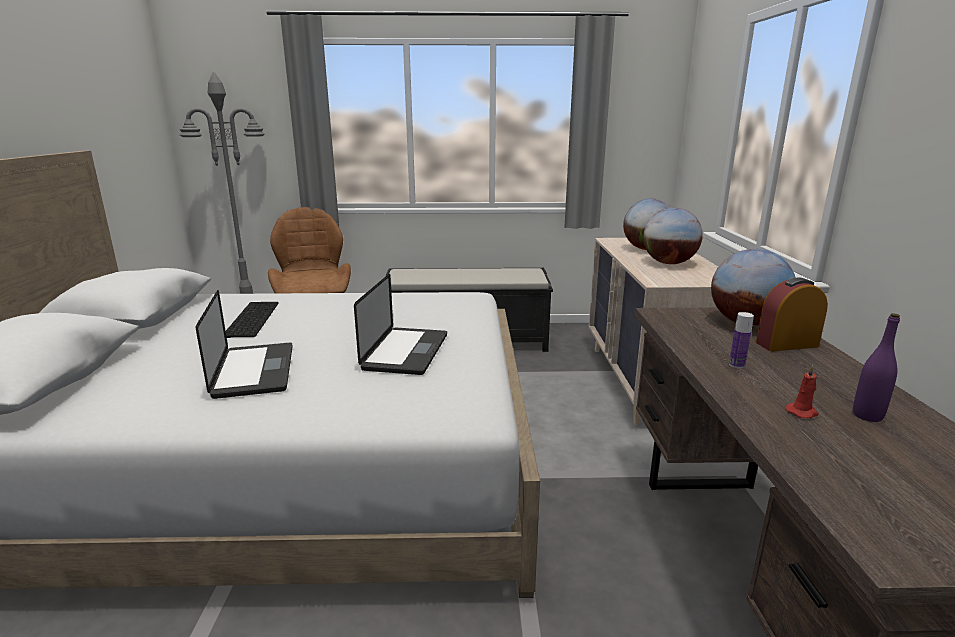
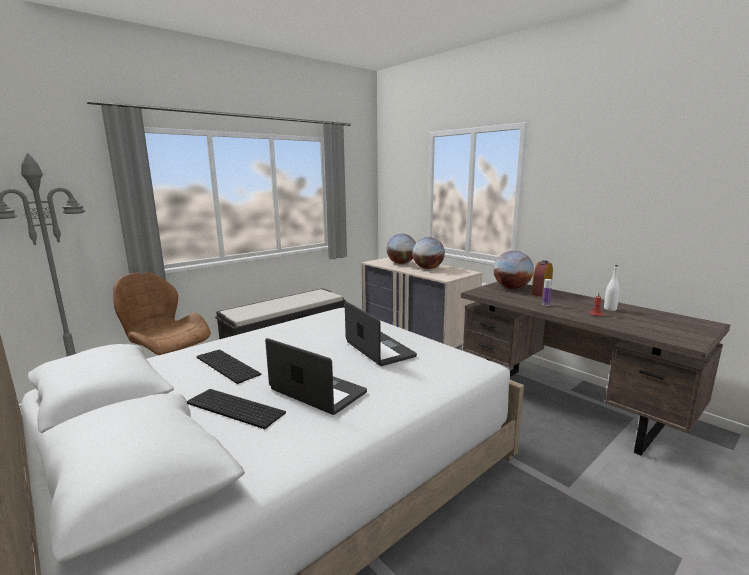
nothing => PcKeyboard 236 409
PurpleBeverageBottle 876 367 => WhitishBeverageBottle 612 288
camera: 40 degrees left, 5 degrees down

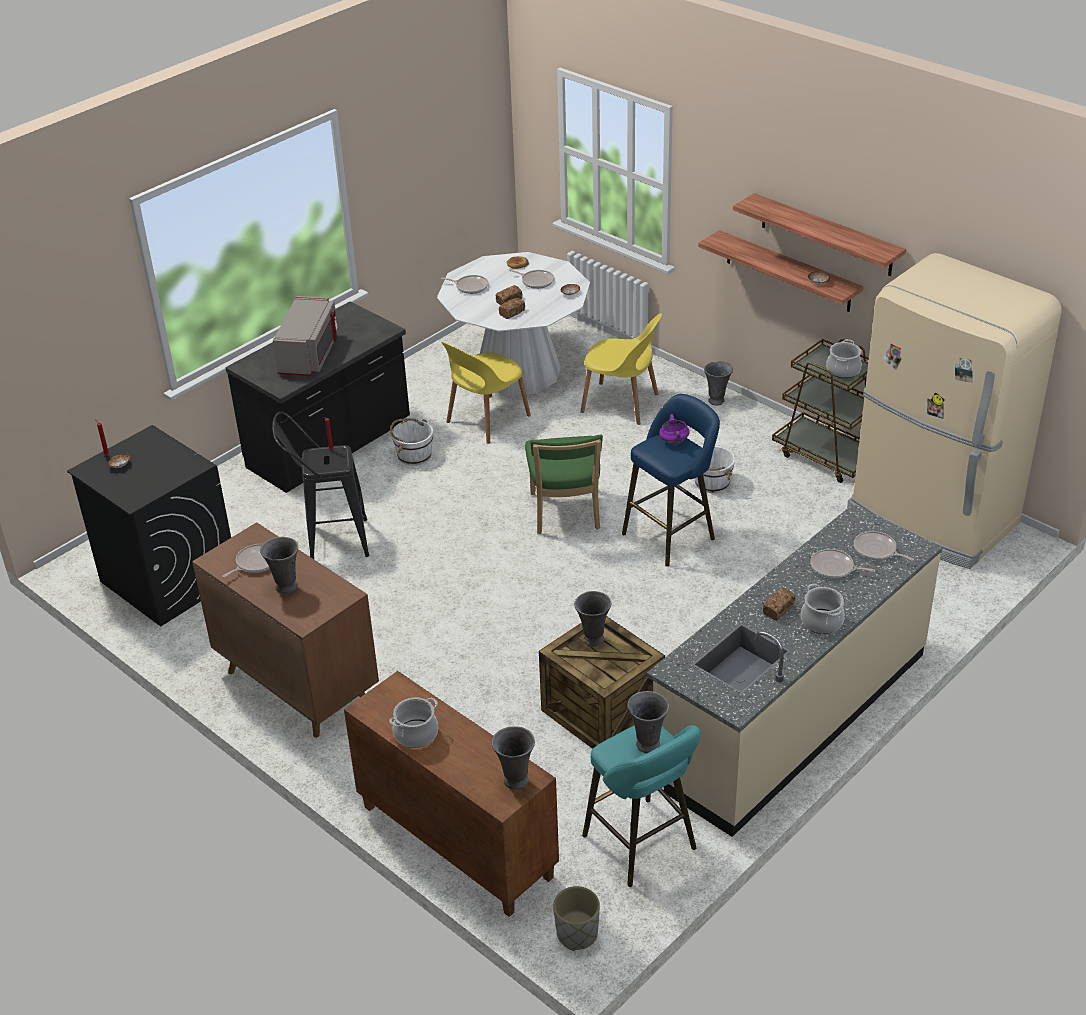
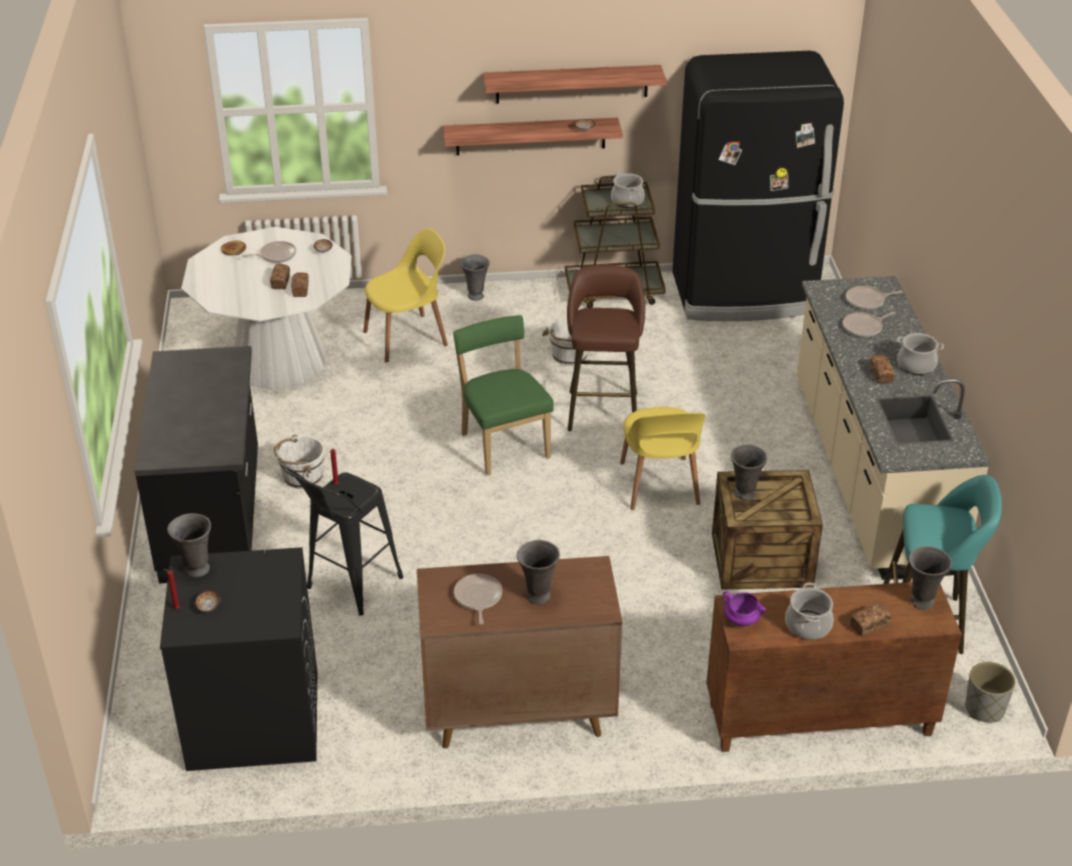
GrayFlowerVase 648 722 => GrayFlowerVase 189 545, move
GreenishChair 564 484 => GreenishChair 503 395, 150 degrees counterclockwise
BluishStool 671 480 => BrownishStool 606 348
YellowColouredChair 486 392 => YellowColouredChair 662 458, move
BeigeRefrigerator 954 411 => BlackishRefrigerator 758 186
PurpleCookingPot 674 429 => PurpleCookingPot 744 608, move
nothing => Bread 870 620
GrayKitchenMicrowave 305 336 => nothing
FryingPan 464 284 => nothing
camera: 50 degrees left, 0 degrees up

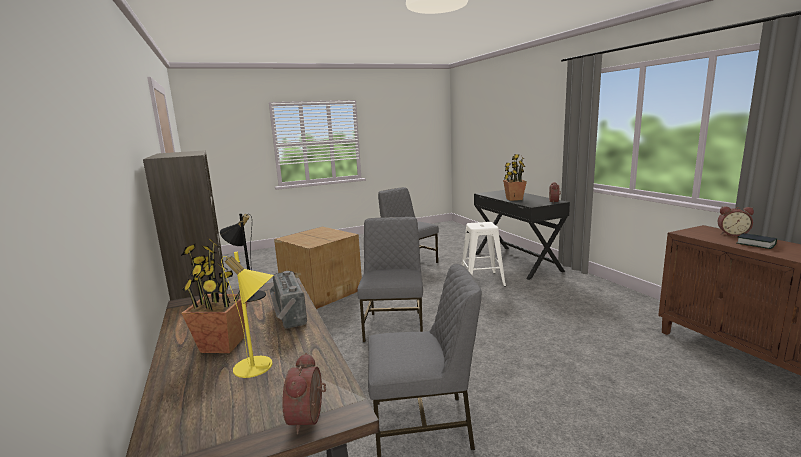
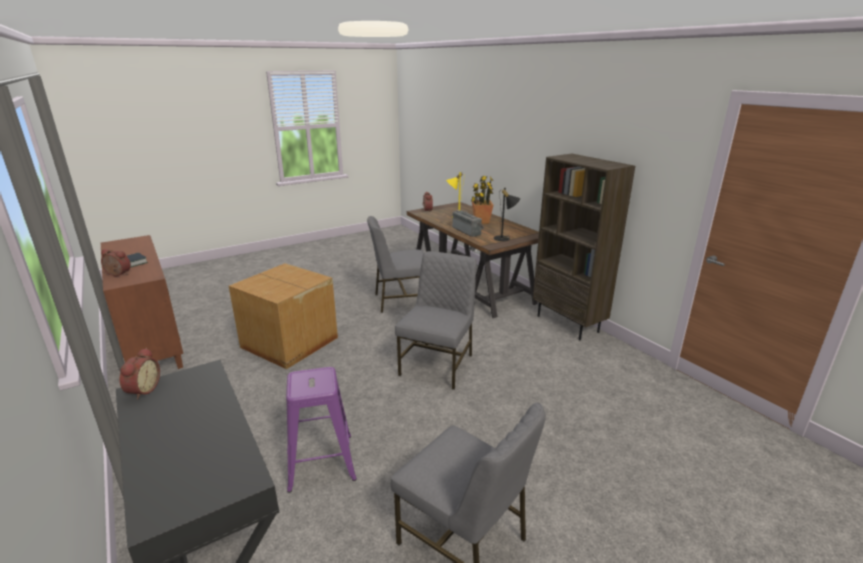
Carton 318 268 => Carton 283 316, move
WhitishStool 484 254 => PurpleStool 321 430
GrayChair 390 280 => GrayChair 436 320, 150 degrees counterclockwise
PottedPlant 515 177 => nothing
camera: 170 degrees right, 10 degrees up

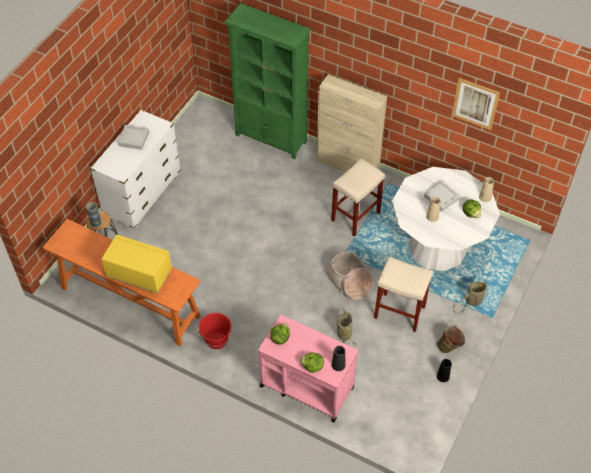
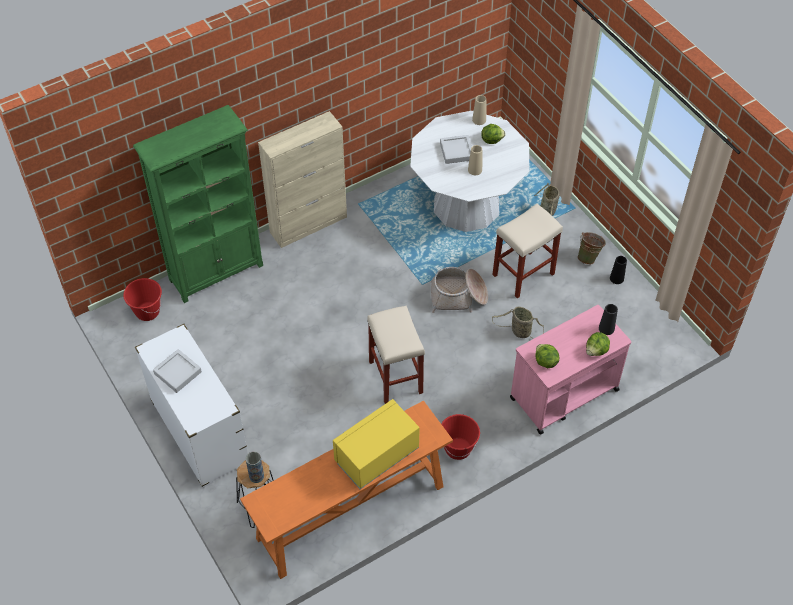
nothing => RedColouredWaterBucket 142 299
BeigeStool 358 197 => BeigeStool 396 355, move
WallPicture 476 104 => nothing
camera: 60 degrees left, 0 degrees up

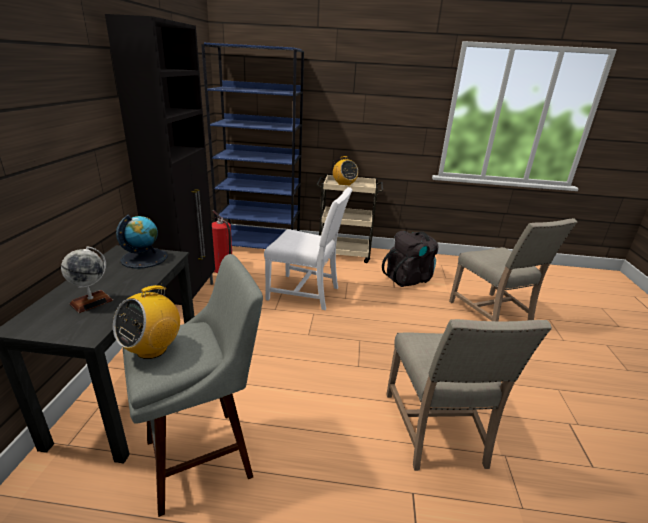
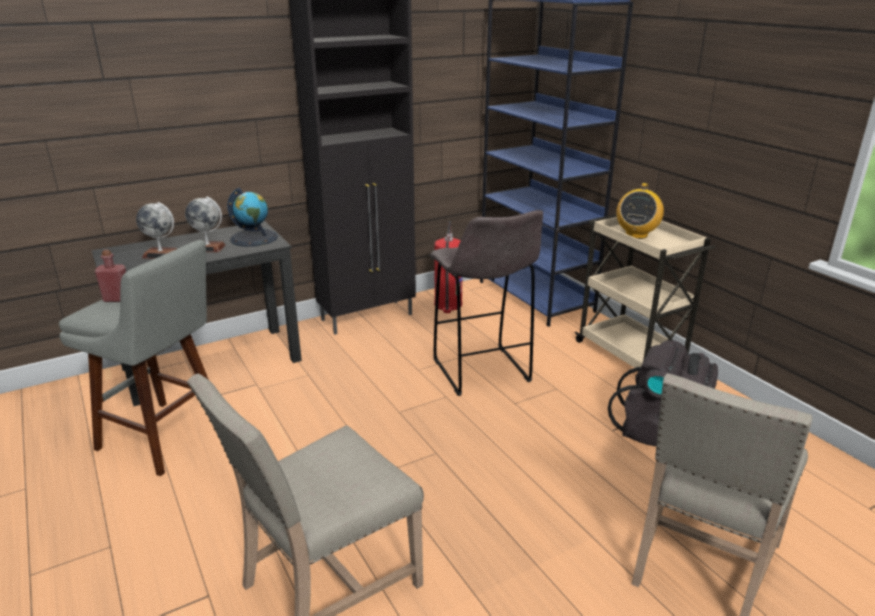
RadioSet 146 322 => RedColouredBeverageBottle 110 276
nothing => DeskGlobe 205 224
WhitishChair 308 248 => GrayStool 486 303
camera: 55 degrees right, 0 degrees up

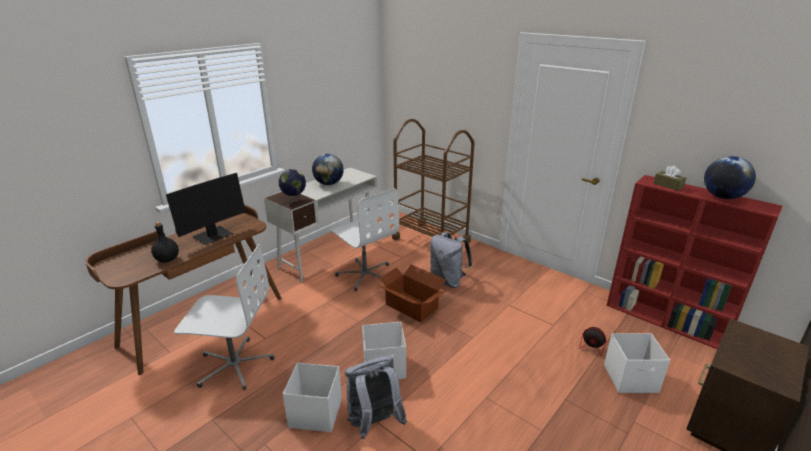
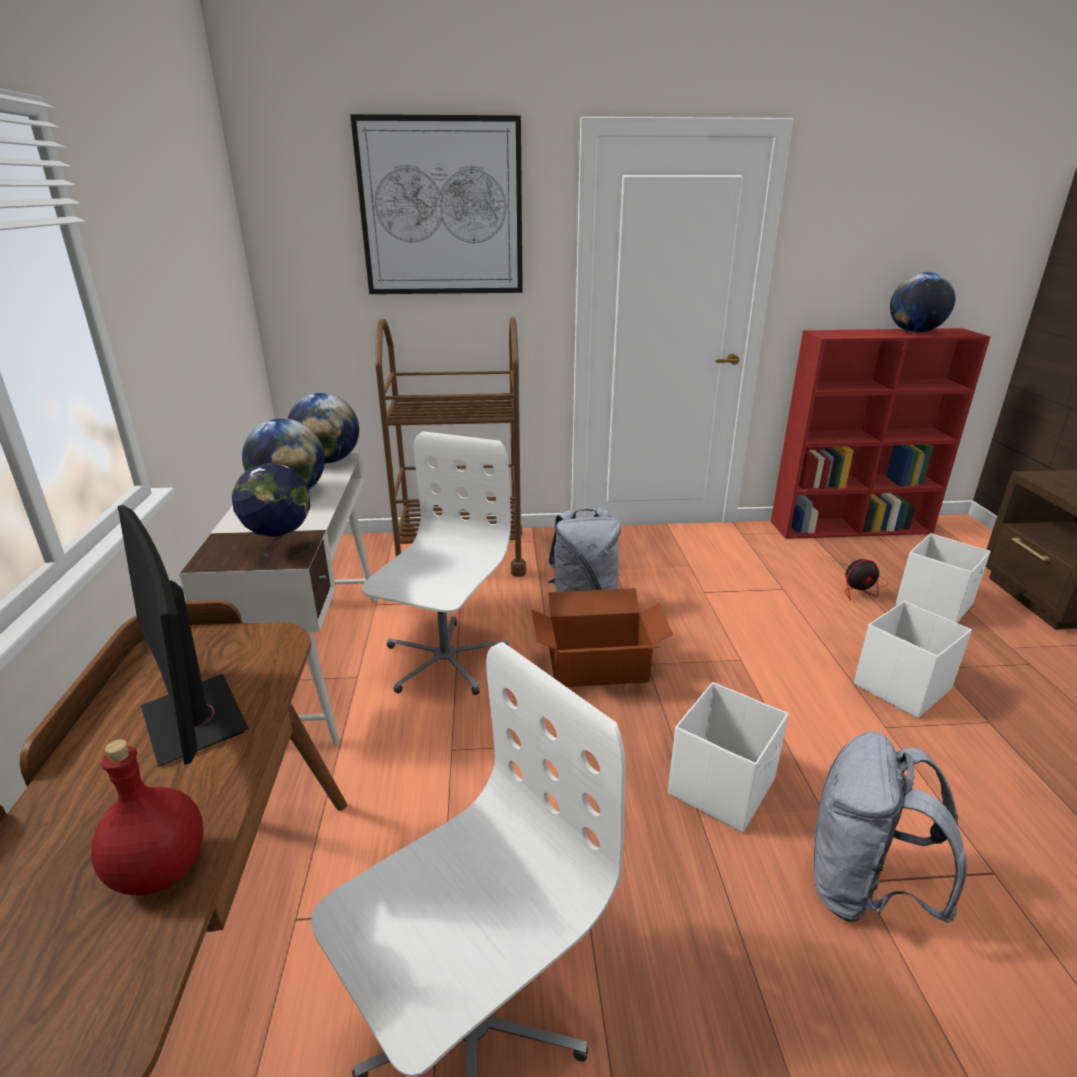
BlackishBeverageBottle 165 242 => RedColouredBeverageBottle 147 817
ComputerDisplay 206 209 => ComputerDisplay 183 636, 150 degrees clockwise
nothing => DeskGlobe 323 428
nothing => WallPicture 436 204
WhitishComputerChair 364 239 => WhitishComputerChair 436 563, 75 degrees counterclockwise
WhitishStorageBin 312 397 => WhitishStorageBin 913 659, move
BrownishTissueBox 669 178 => nothing
camera: 45 degrees left, 0 degrees up

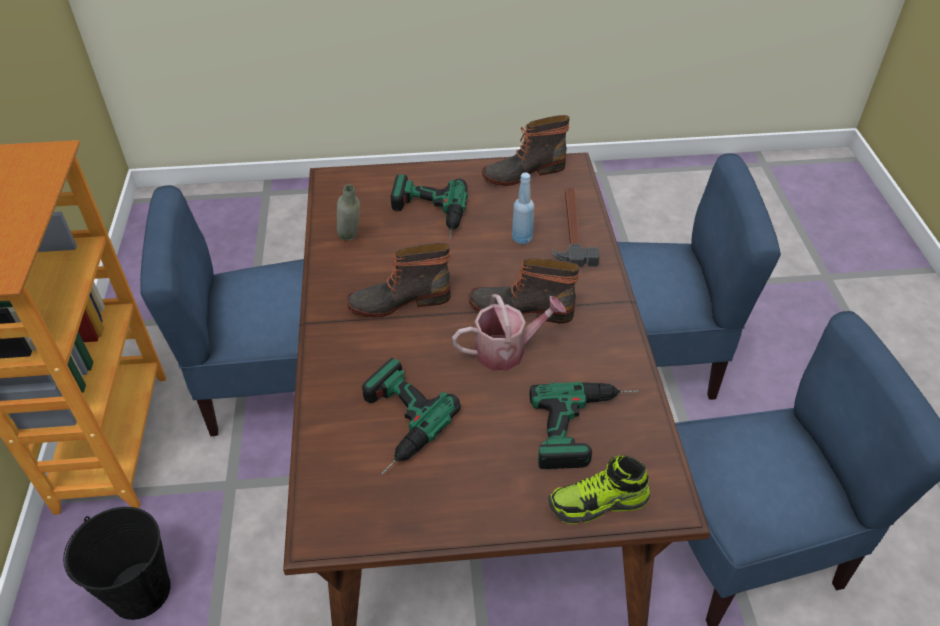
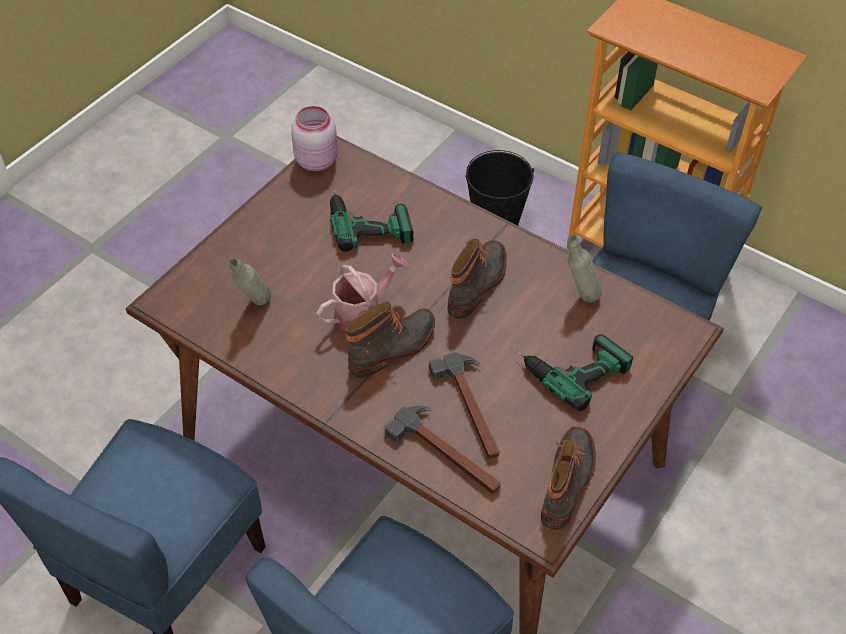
Drill 584 425 => GrayBeverageBottle 250 281
nothing => PinkPreserveJar 314 138
WateringCan 509 332 => WateringCan 362 291, 150 degrees counterclockwise
BluishBeverageBottle 523 208 => HandHammer 464 405
LowShoe 599 489 => nothing
camera: 130 degrees right, 5 degrees up

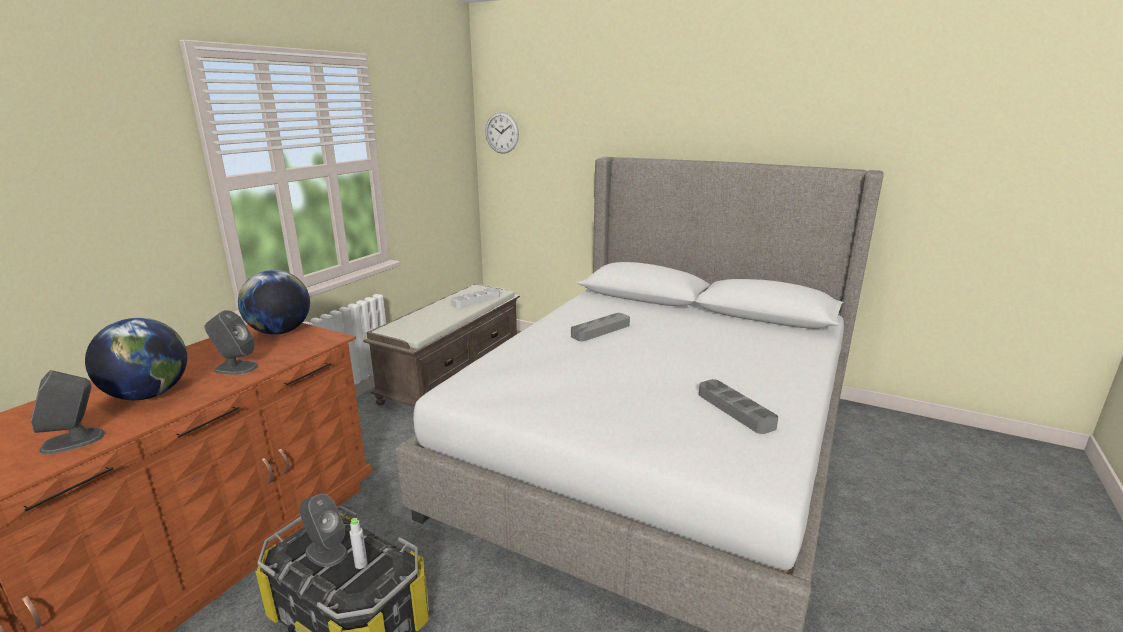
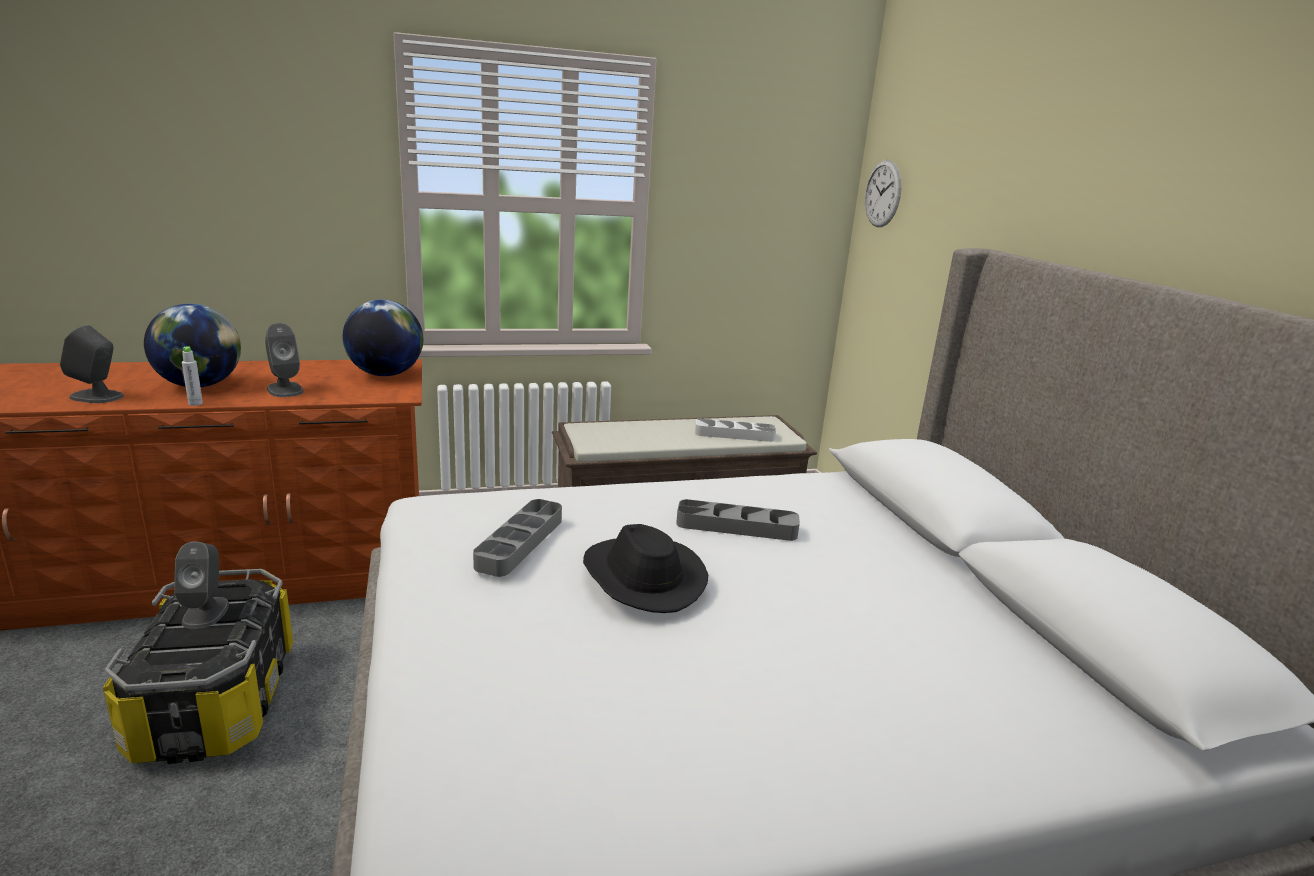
GrayBeverageBottle 358 543 => GrayBeverageBottle 192 376, move
GrayCarryingTray 738 406 => GrayCarryingTray 517 538, move
nothing => BlackishClothingHat 645 568
camera: 45 degrees right, 0 degrees up

